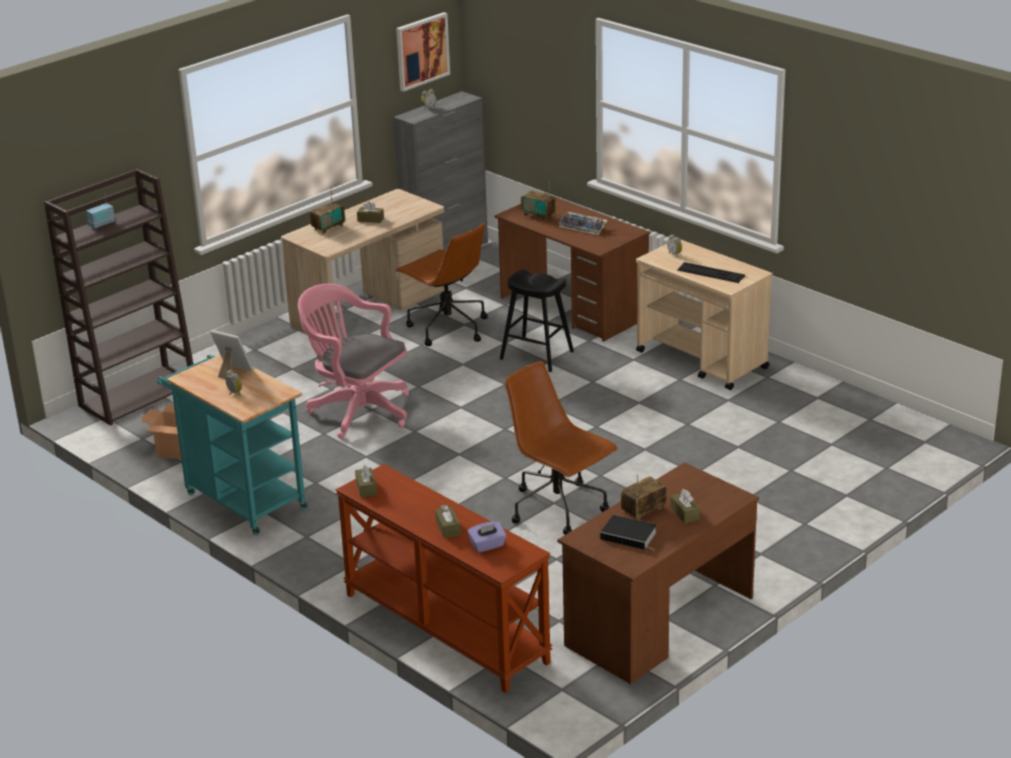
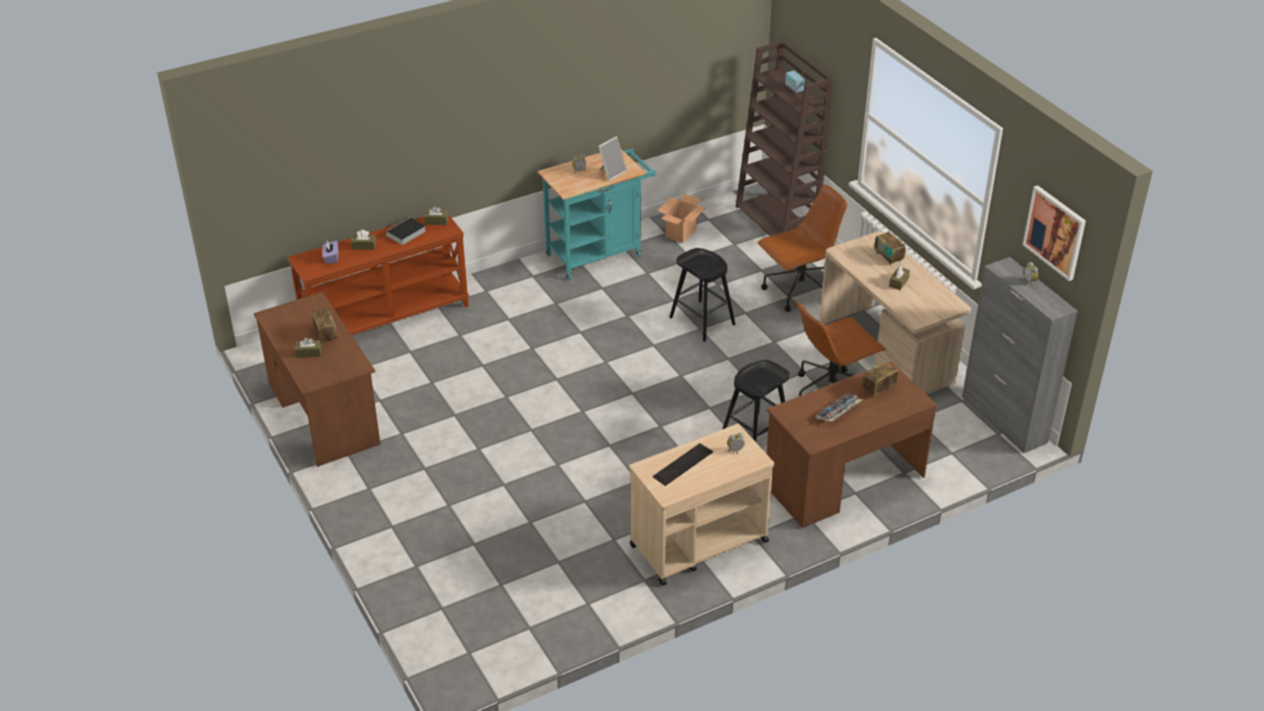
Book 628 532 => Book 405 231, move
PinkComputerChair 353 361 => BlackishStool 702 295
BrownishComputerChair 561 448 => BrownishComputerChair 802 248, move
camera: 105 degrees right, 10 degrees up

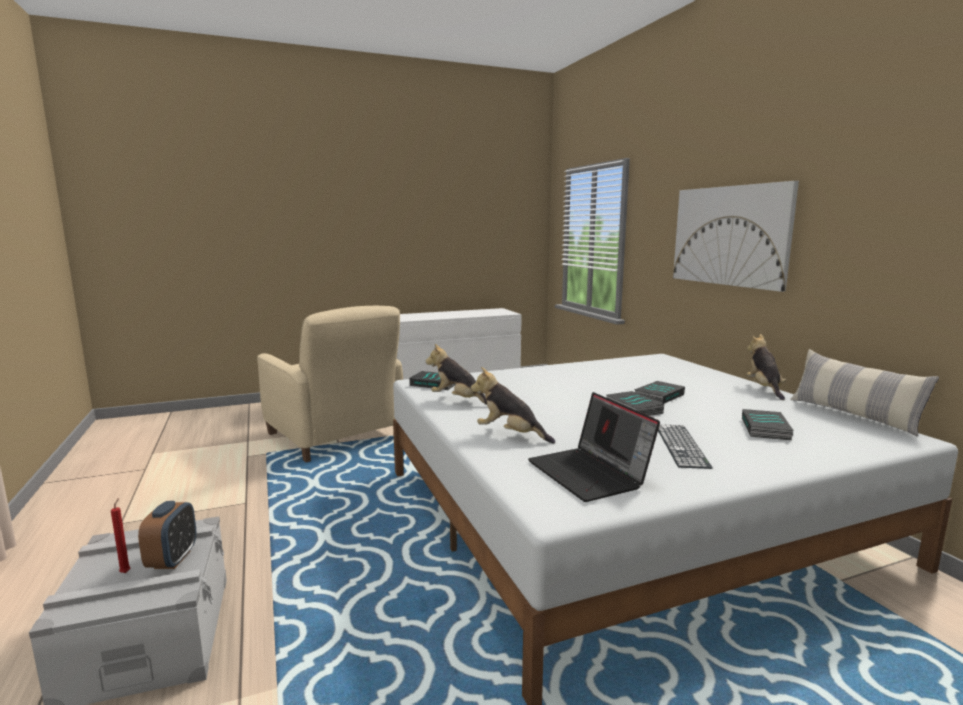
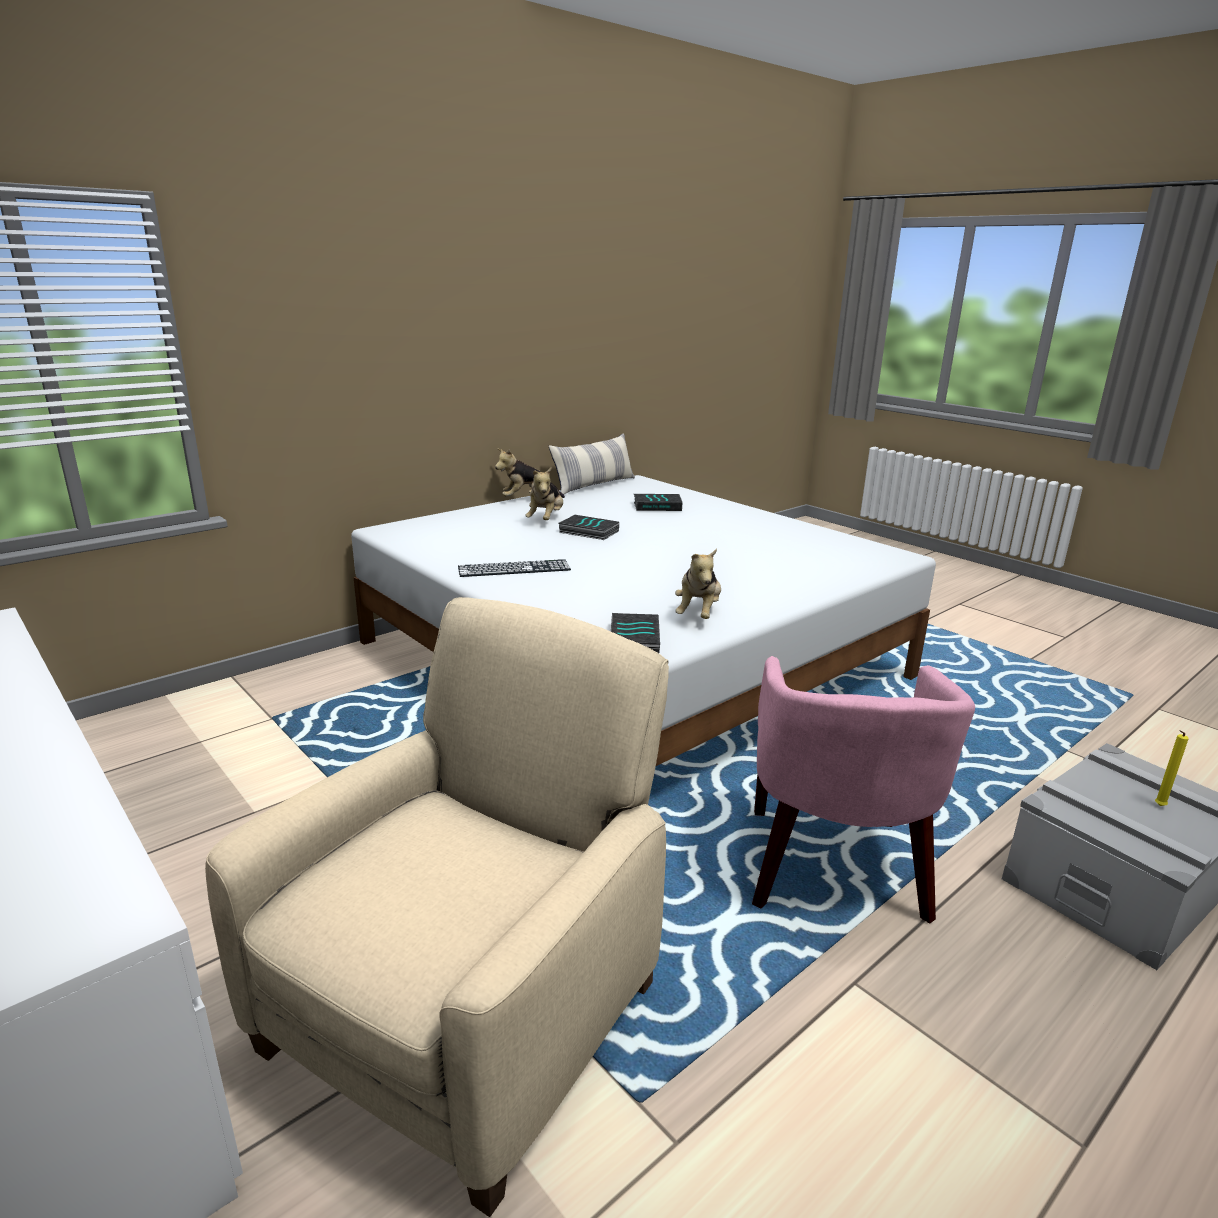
PcKeyboard 685 446 => PcKeyboard 514 568, move
SoftToy 513 405 => SoftToy 544 494, move
nothing => PinkEasyChair 863 789
RedColouredWaxLight 120 535 => YellowColouredWaxLight 1172 768
BedsideClock 167 535 => nothing
Laptop 594 447 => nothing
Book 635 403 => nothing
WallPicture 736 236 => nothing
camera: 110 degrees left, 10 degrees up

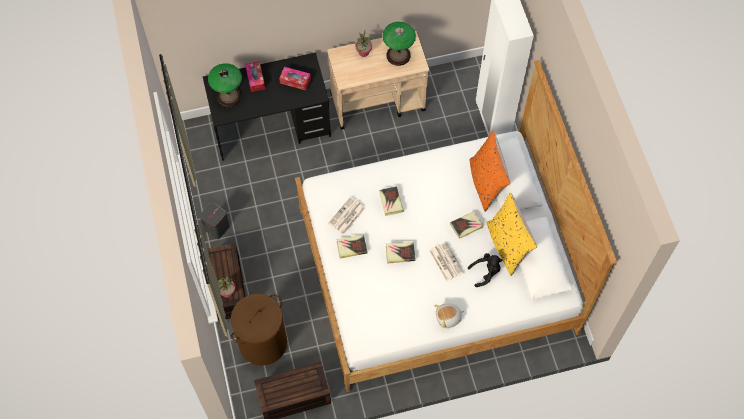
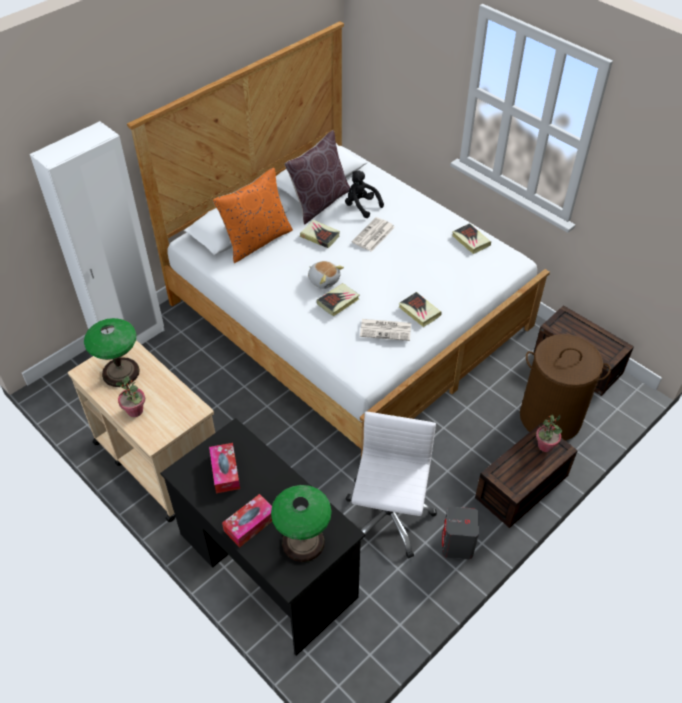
YellowColouredPillow 512 234 => BrownishPillow 317 177
SoftToy 449 315 => SoftToy 326 275, move
nothing => WhitishComputerChair 391 485
Book 401 253 => Book 471 238, move
camera: 120 degrees left, 15 degrees down

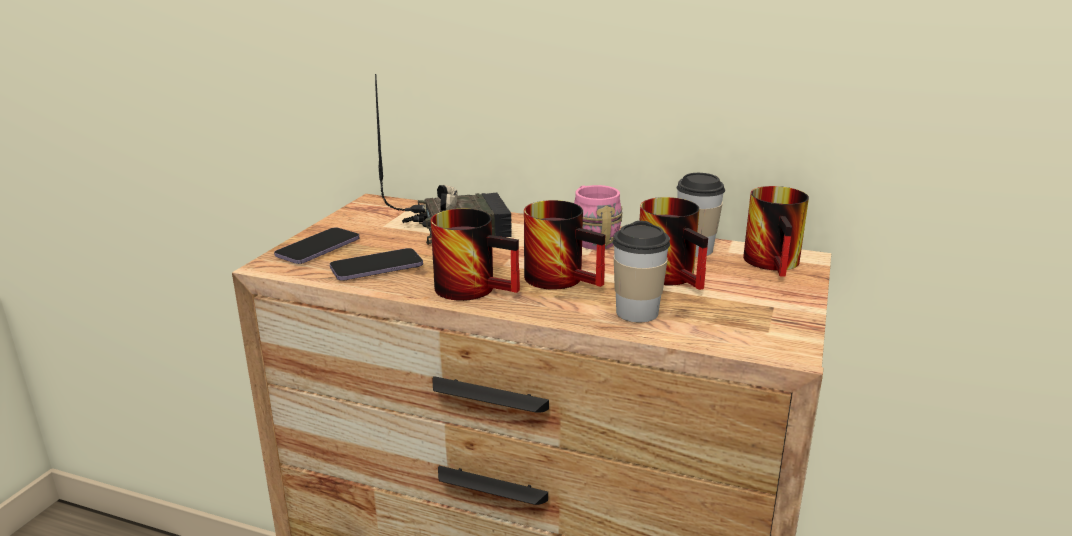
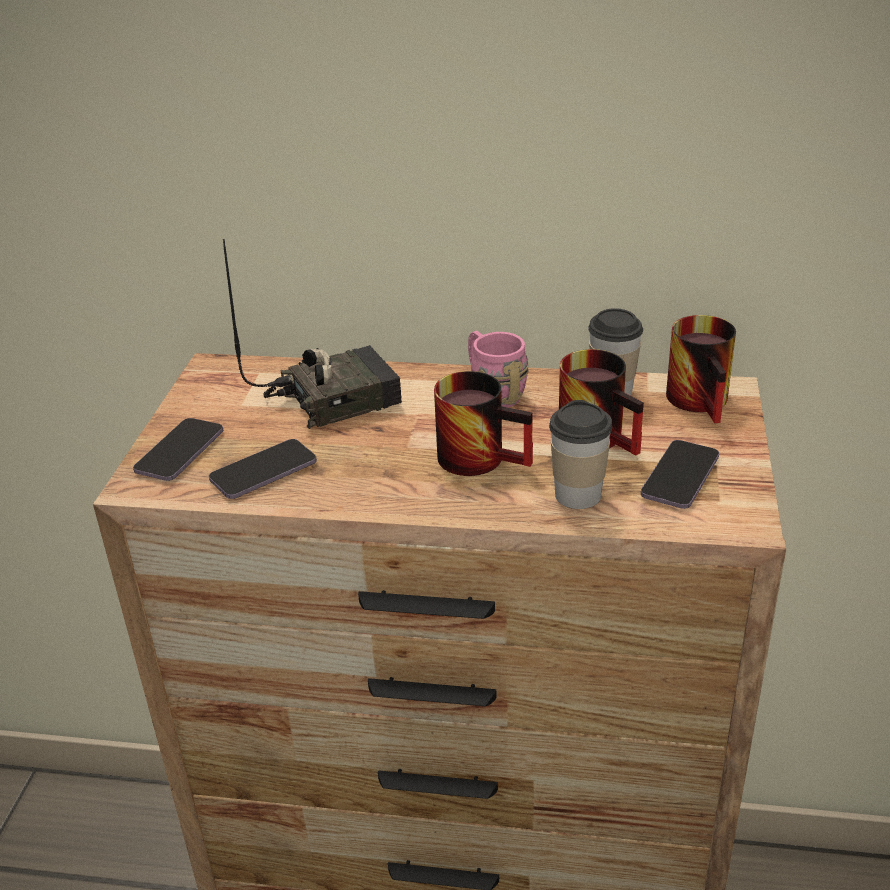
nothing => Telephone 680 474
Mug 475 255 => nothing
camera: 10 degrees left, 10 degrees up

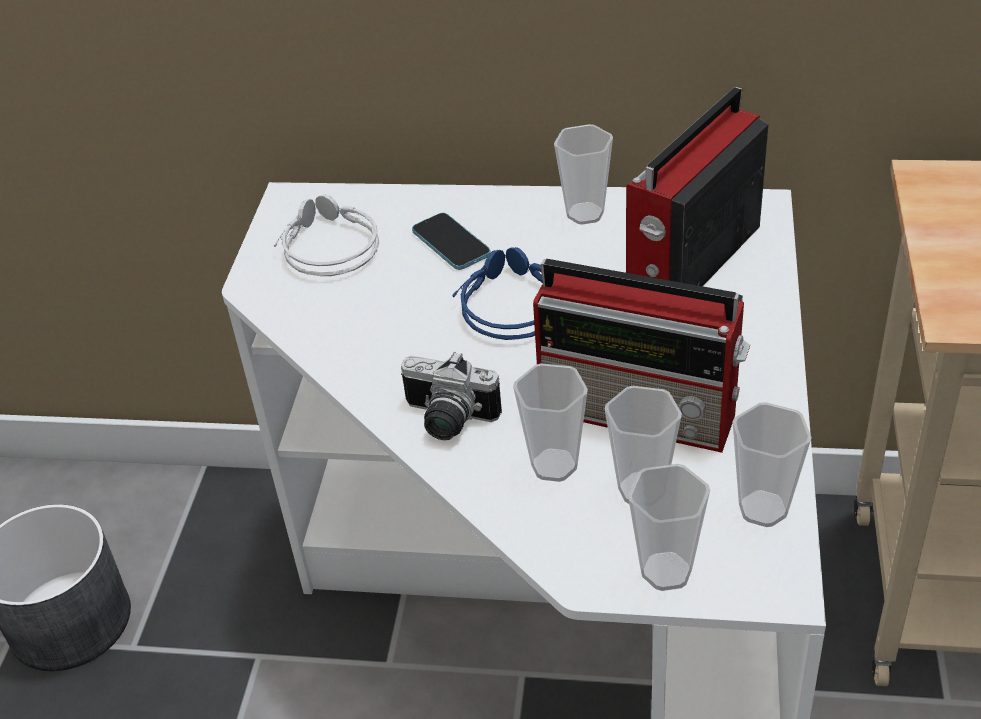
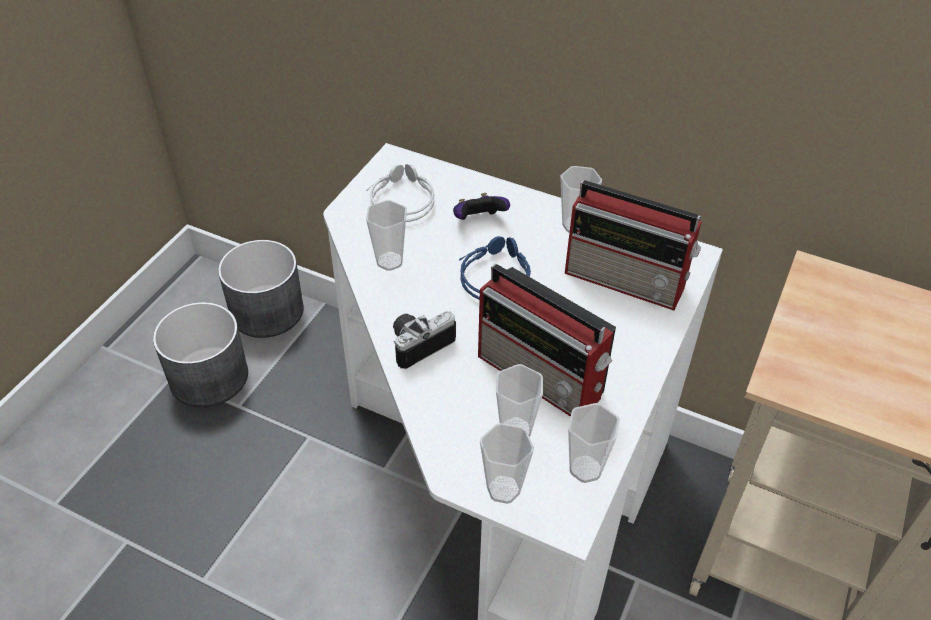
nothing => GrayFlowerPot 261 289
Cup 550 422 => Cup 386 235, move
StillCamera 451 396 => StillCamera 424 340, 105 degrees clockwise
Telephone 451 241 => GameController 481 206
RadioSet 697 186 => RadioSet 633 245, 120 degrees counterclockwise
camera: 15 degrees right, 5 degrees up

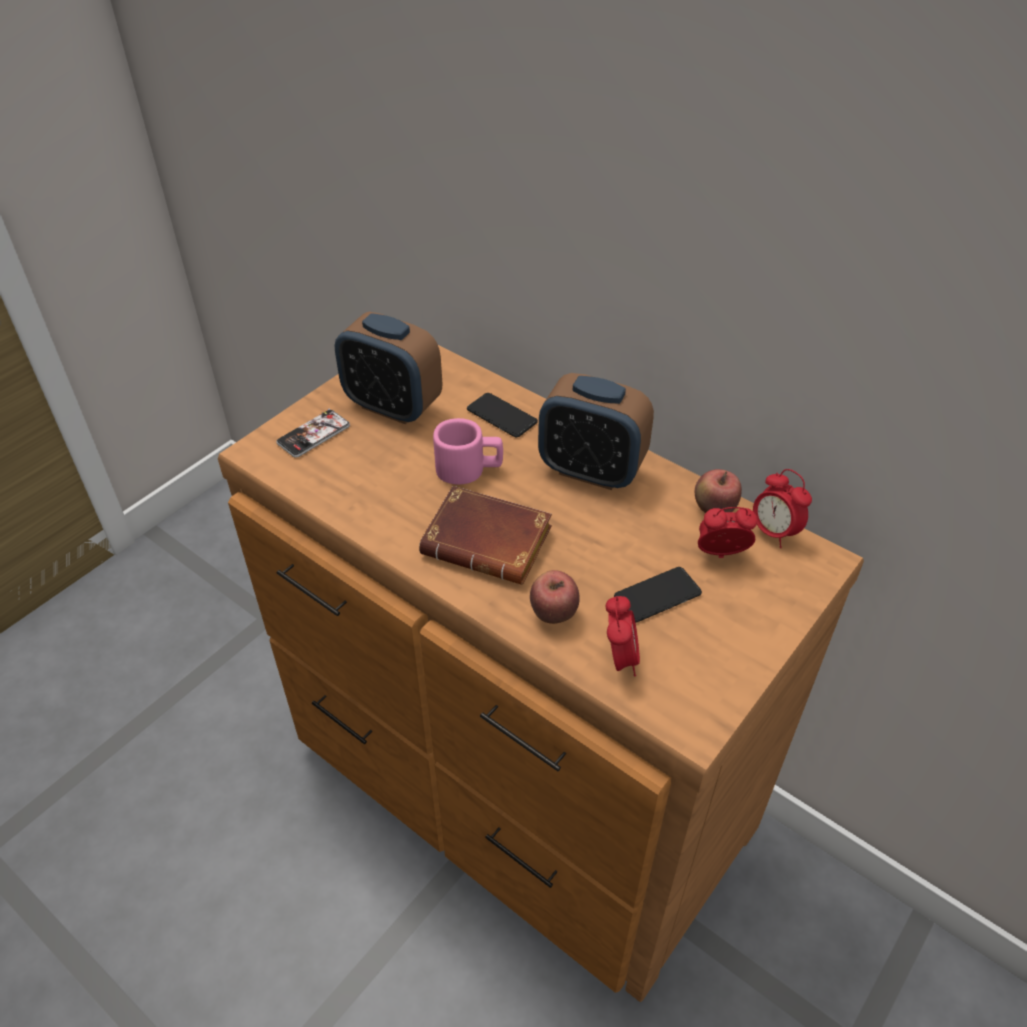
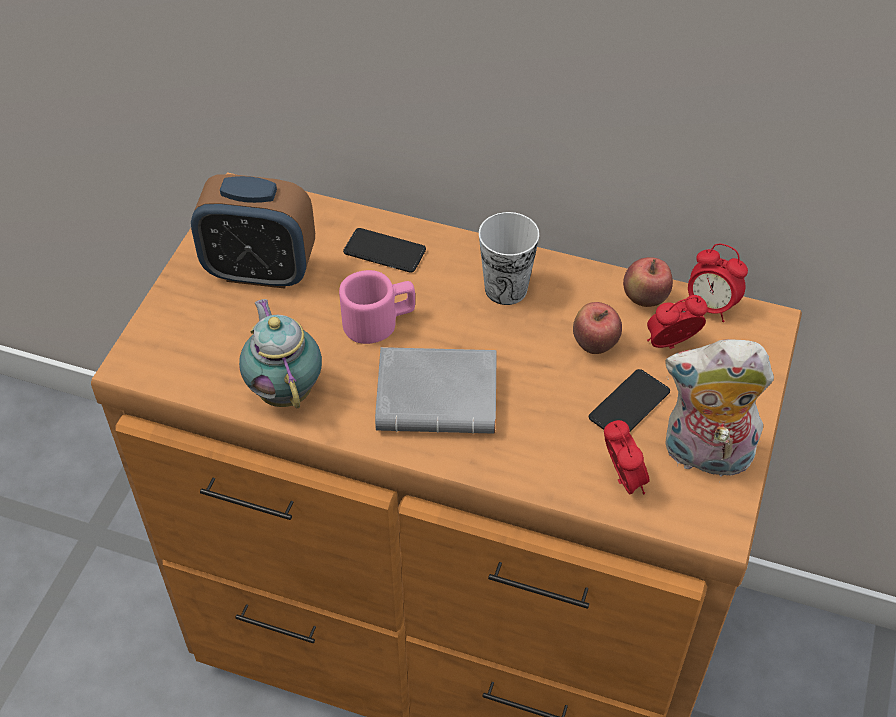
nothing => Teapot 280 354
BrownishBook 485 535 => GrayBook 436 390
BedsideClock 596 431 => Cup 509 258
AppleFruit 555 597 => AppleFruit 597 328, move
nothing => SoftToy 719 411
Telephone 313 433 => nothing
camera: 20 degrees left, 5 degrees up

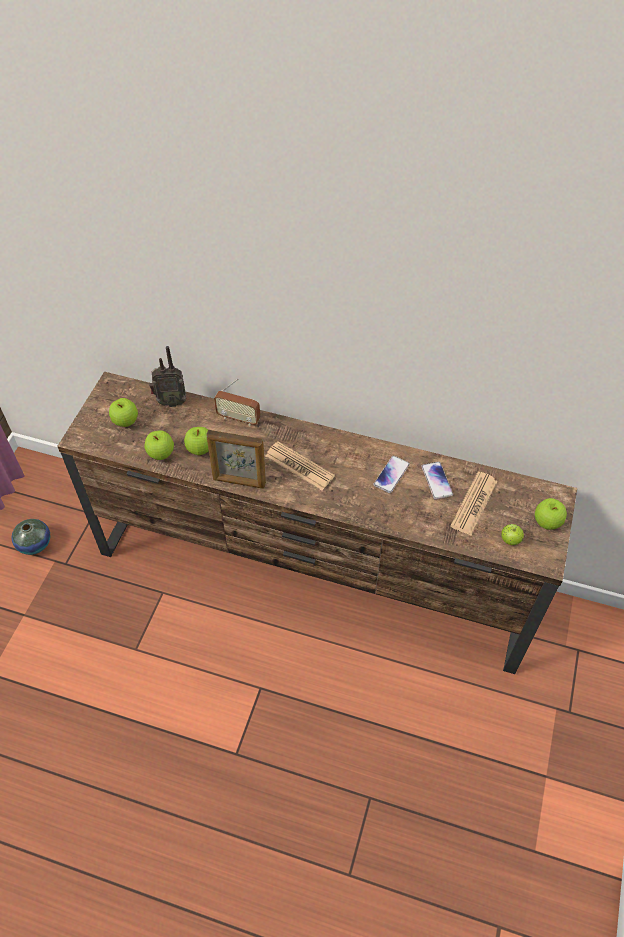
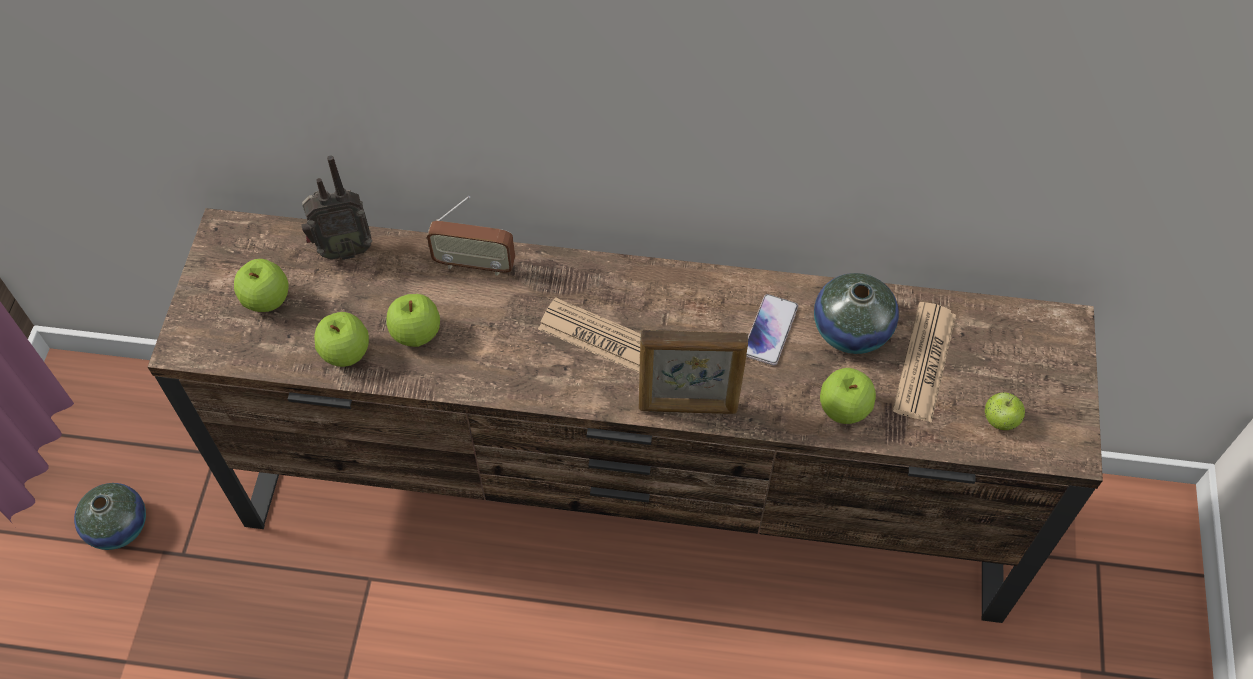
StandingFrame 236 459 => StandingFrame 693 372, move
Telephone 437 481 => FlowerVase 856 313
AppleFruit 551 514 => AppleFruit 848 396, move
camera: 10 degrees left, 5 degrees up

